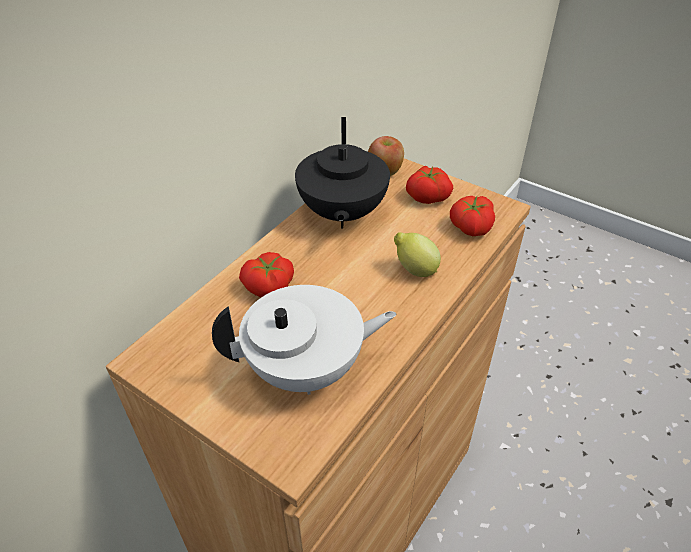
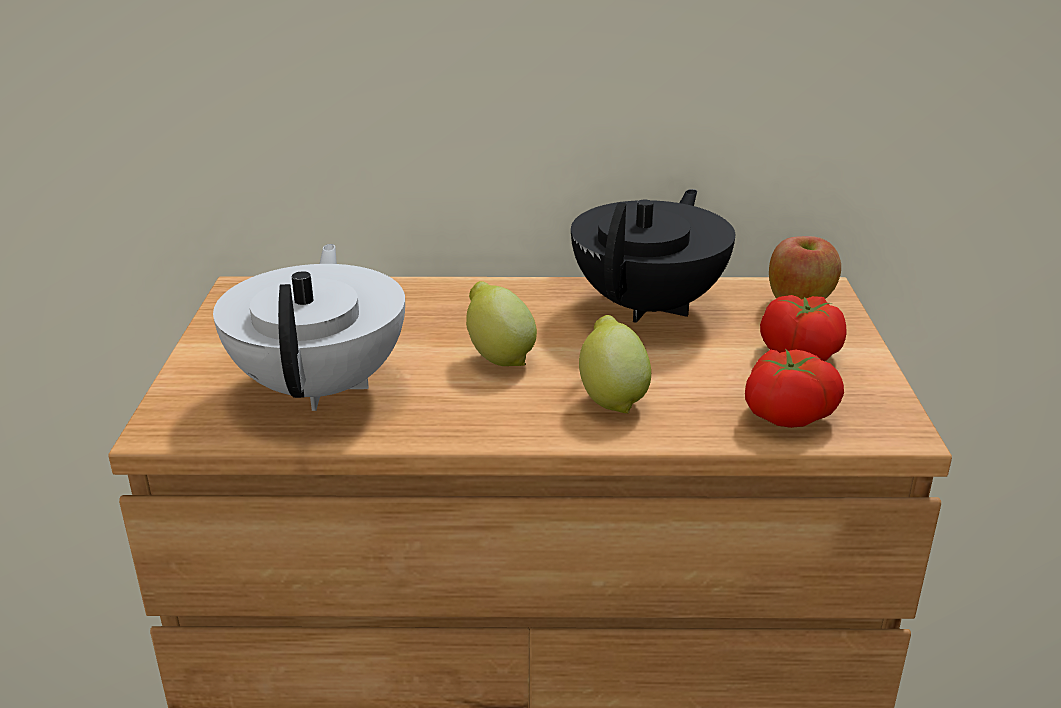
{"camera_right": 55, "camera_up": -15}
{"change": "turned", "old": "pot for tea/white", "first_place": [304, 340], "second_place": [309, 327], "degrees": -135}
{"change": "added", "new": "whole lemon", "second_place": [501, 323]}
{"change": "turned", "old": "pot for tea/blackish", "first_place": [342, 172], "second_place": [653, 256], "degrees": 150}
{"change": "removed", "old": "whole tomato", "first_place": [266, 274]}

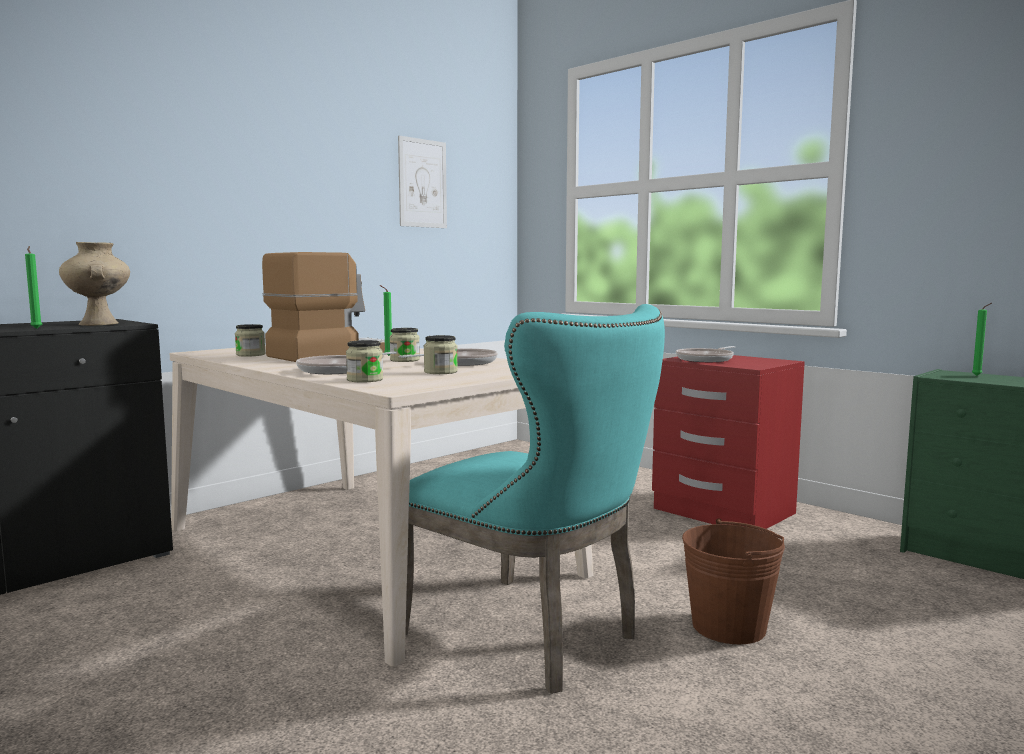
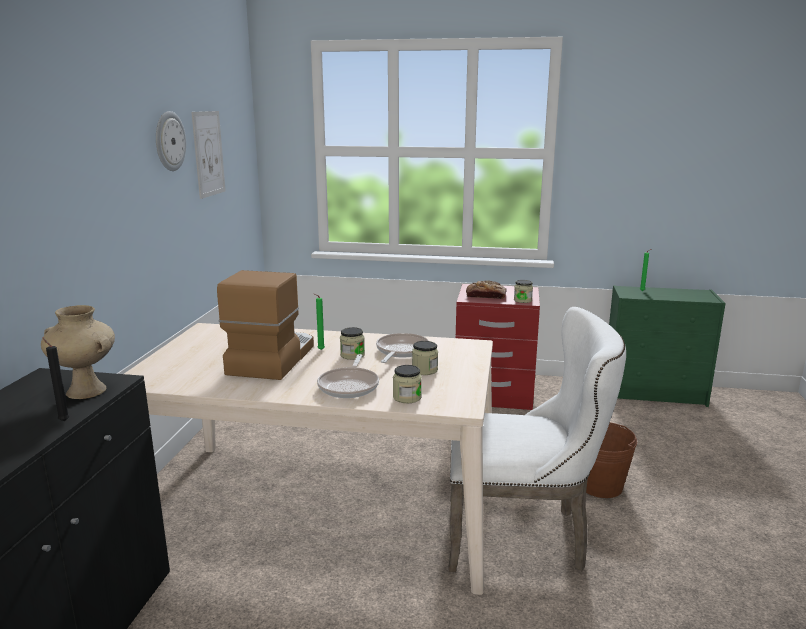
{"camera_right": -35, "camera_up": 10}
{"change": "recoloured", "old": "wax light/green", "new": "wax light/blackish", "first_place": [33, 287], "second_place": [56, 379]}
{"change": "added", "new": "wall clock", "second_place": [171, 141]}
{"change": "recoloured", "old": "chair/turquoise-coloured", "new": "chair/white", "first_place": [535, 499], "second_place": [537, 439]}
{"change": "replaced", "old": "pan", "new": "bakery bread", "first_place": [706, 354], "second_place": [486, 289]}
{"change": "moved", "old": "storage jar", "first_place": [250, 340], "second_place": [523, 291]}

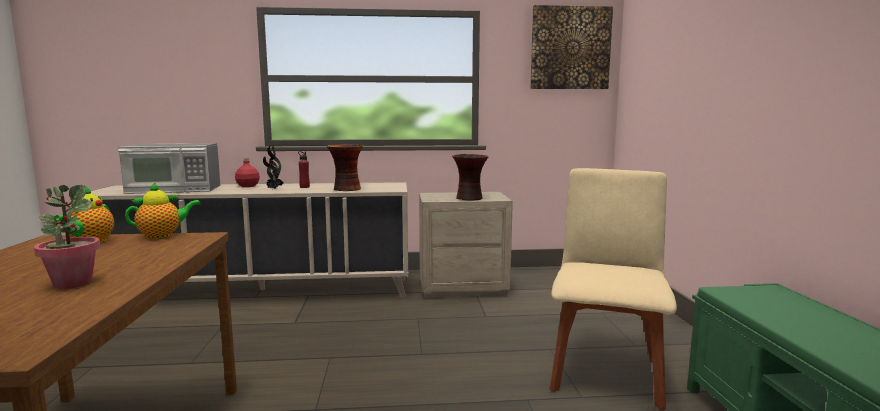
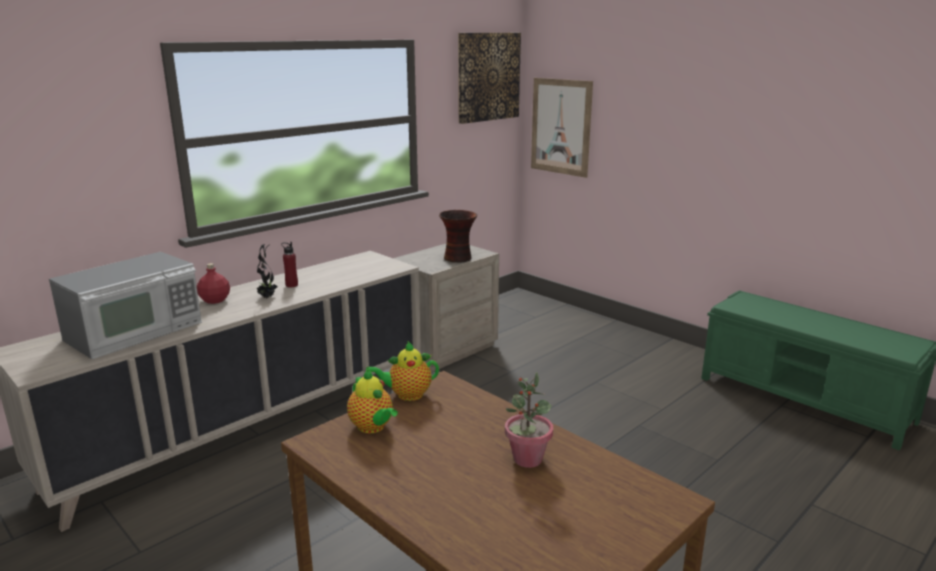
{"camera_right": -40, "camera_up": 10}
{"change": "turned", "old": "pot for tea", "first_place": [163, 210], "second_place": [402, 371], "degrees": -120}
{"change": "added", "new": "wall art", "second_place": [562, 128]}
{"change": "removed", "old": "decorative vase", "first_place": [345, 167]}
{"change": "removed", "old": "chair/beige-coloured", "first_place": [613, 289]}

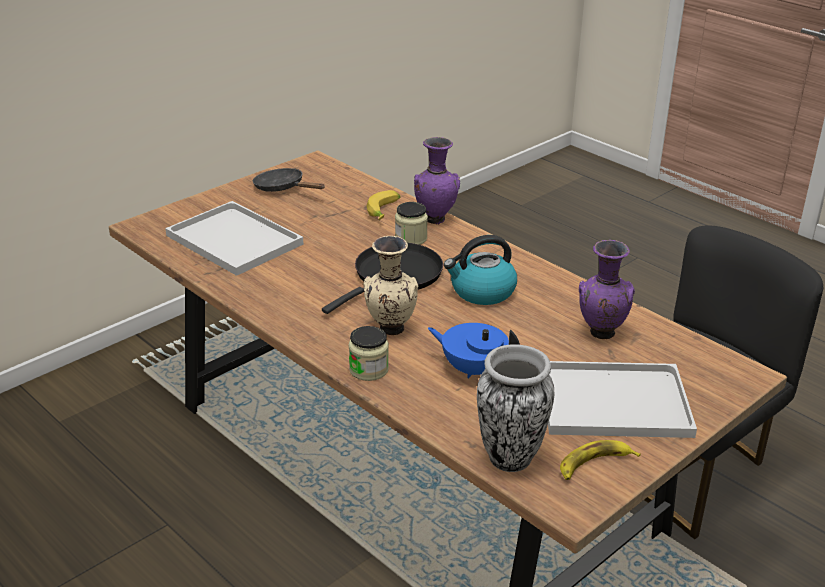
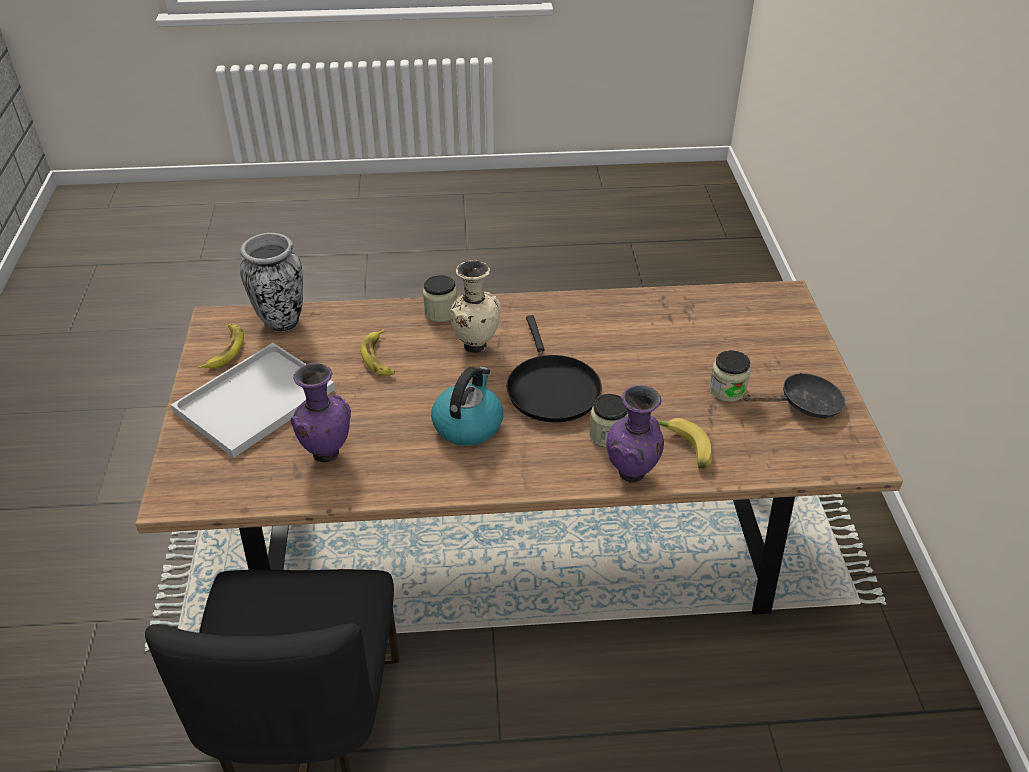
{"camera_right": 130, "camera_up": 10}
{"change": "replaced", "old": "pot for tea/bluish", "new": "banana fruit", "first_place": [474, 350], "second_place": [377, 352]}
{"change": "added", "new": "storage jar", "second_place": [730, 376]}
{"change": "removed", "old": "carrying tray/white", "first_place": [234, 238]}

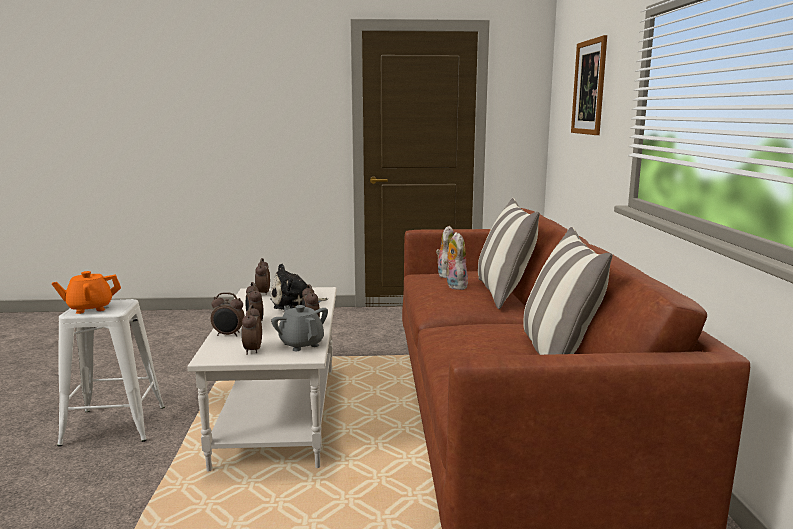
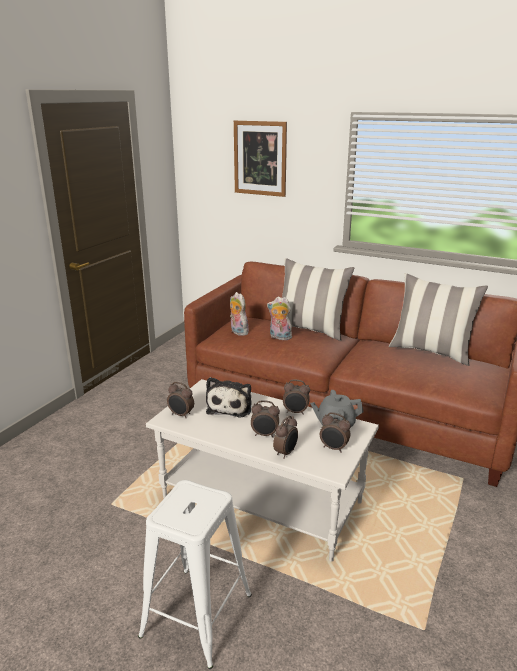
{"camera_right": -60, "camera_up": 10}
{"change": "removed", "old": "pot for tea/orange-coloured", "first_place": [86, 292]}

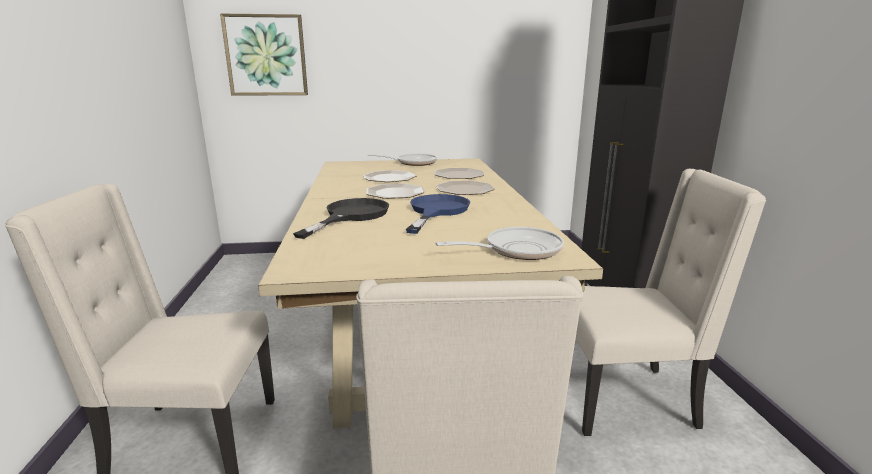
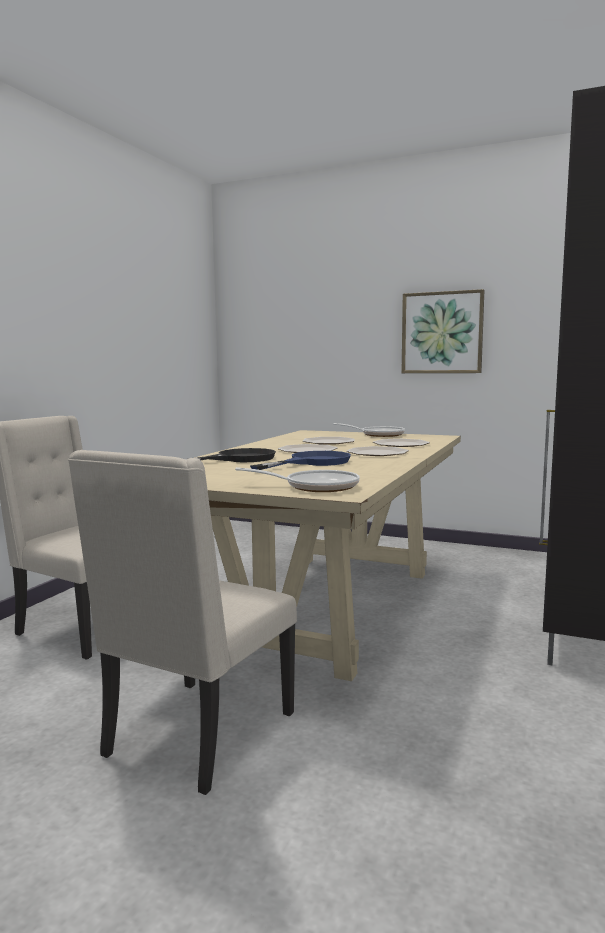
{"camera_right": 30, "camera_up": -10}
{"change": "moved", "old": "wall art", "first_place": [264, 54], "second_place": [443, 331]}
{"change": "removed", "old": "chair/beige-coloured", "first_place": [671, 302]}

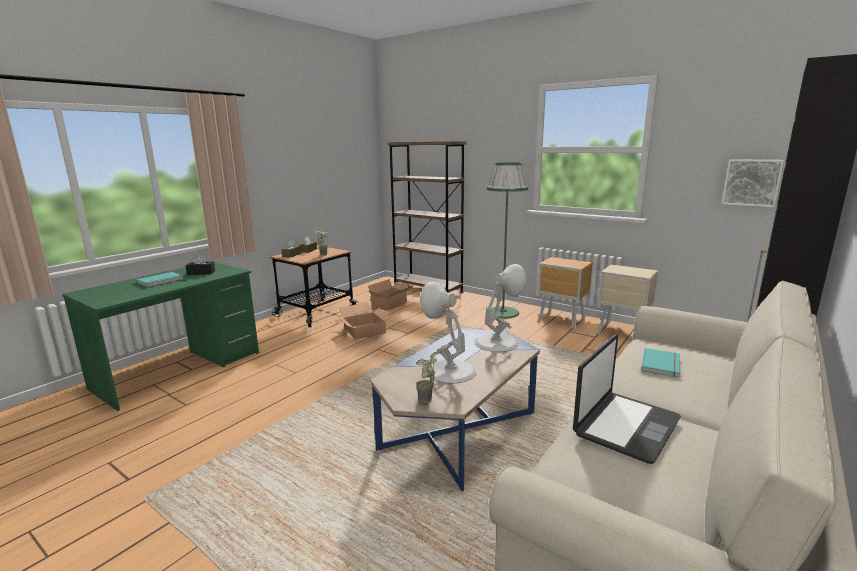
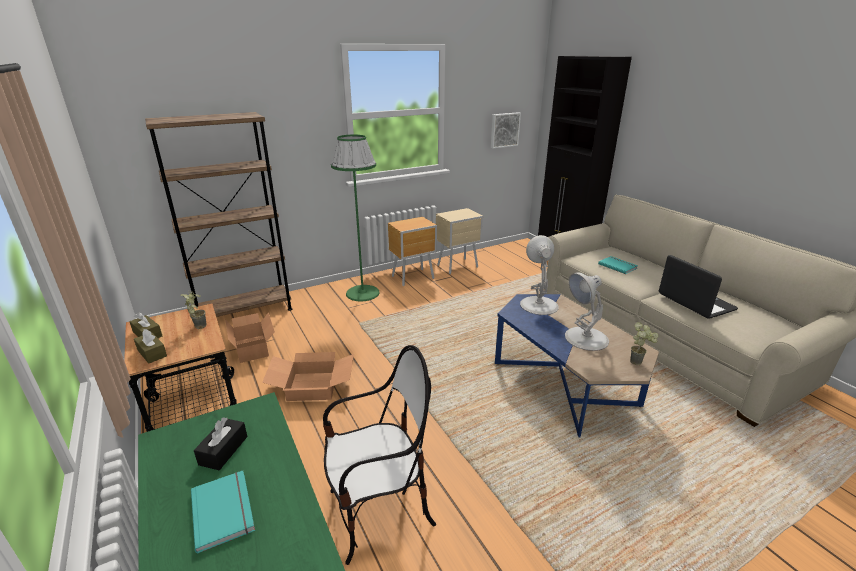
{"camera_right": -65, "camera_up": 10}
{"change": "added", "new": "chair", "second_place": [379, 455]}

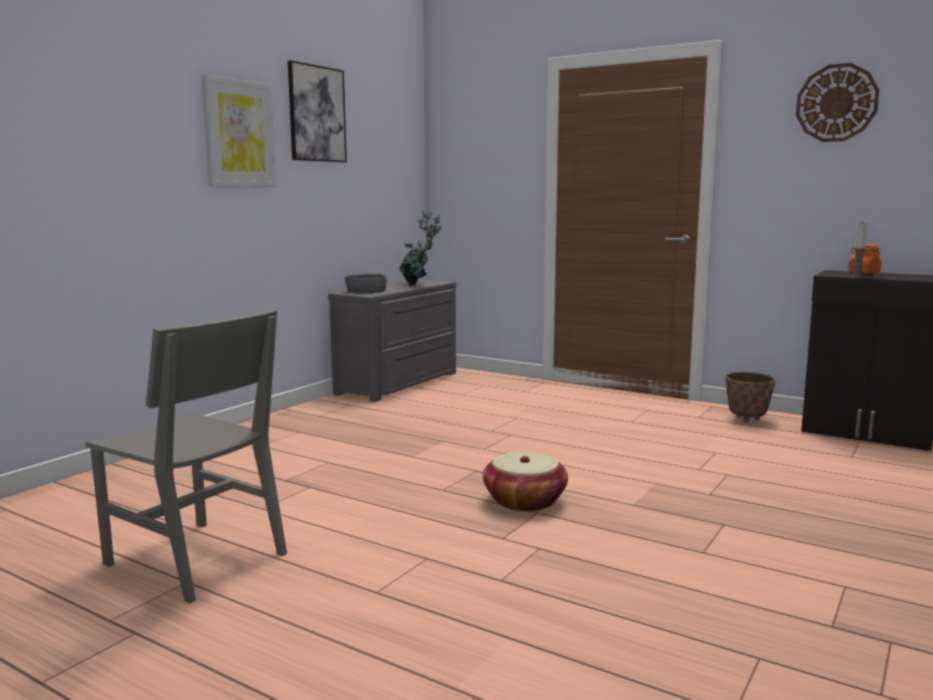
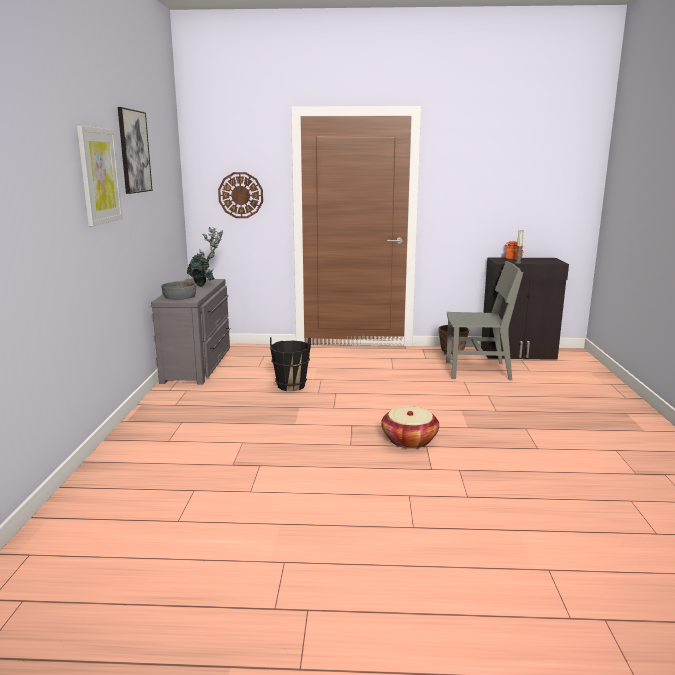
{"camera_right": -30, "camera_up": 5}
{"change": "moved", "old": "wall clock", "first_place": [837, 102], "second_place": [240, 195]}
{"change": "added", "new": "pail/blackish", "second_place": [290, 364]}
{"change": "moved", "old": "chair/grey", "first_place": [186, 456], "second_place": [484, 320]}

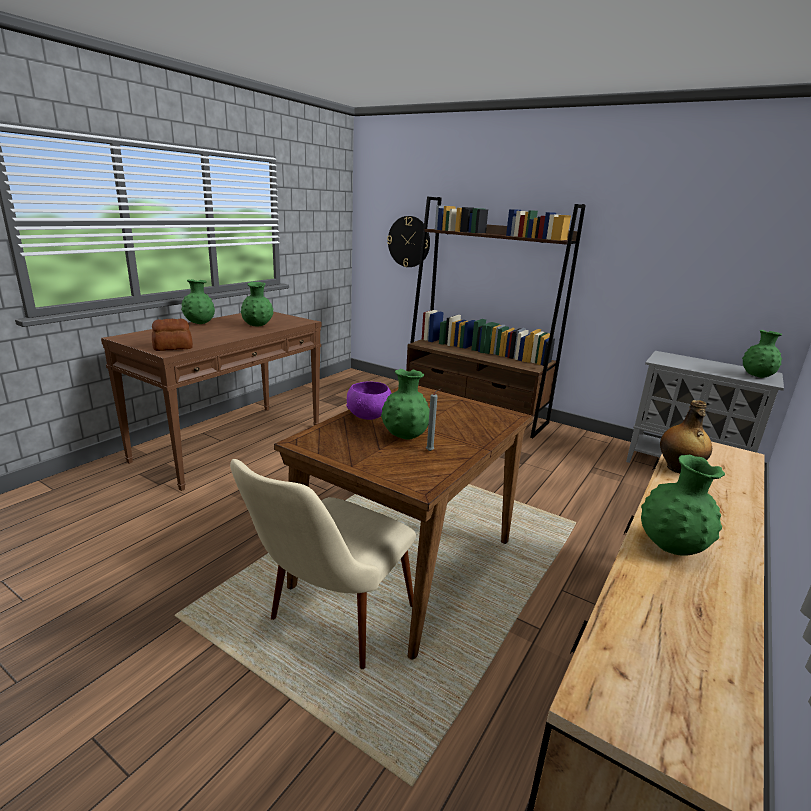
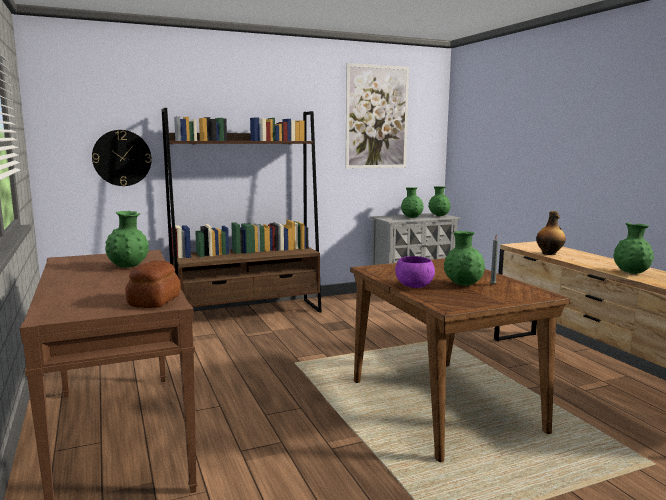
{"camera_right": -55, "camera_up": -10}
{"change": "added", "new": "wall art", "second_place": [377, 116]}
{"change": "moved", "old": "decorative vase/green", "first_place": [198, 301], "second_place": [412, 202]}
{"change": "removed", "old": "chair/beige-coloured", "first_place": [323, 564]}

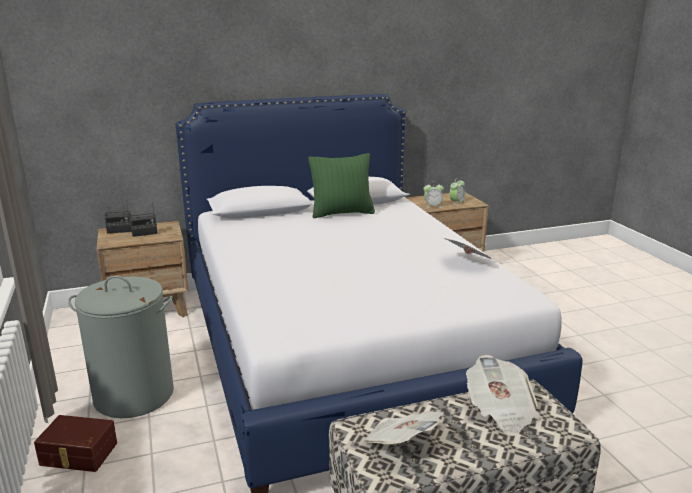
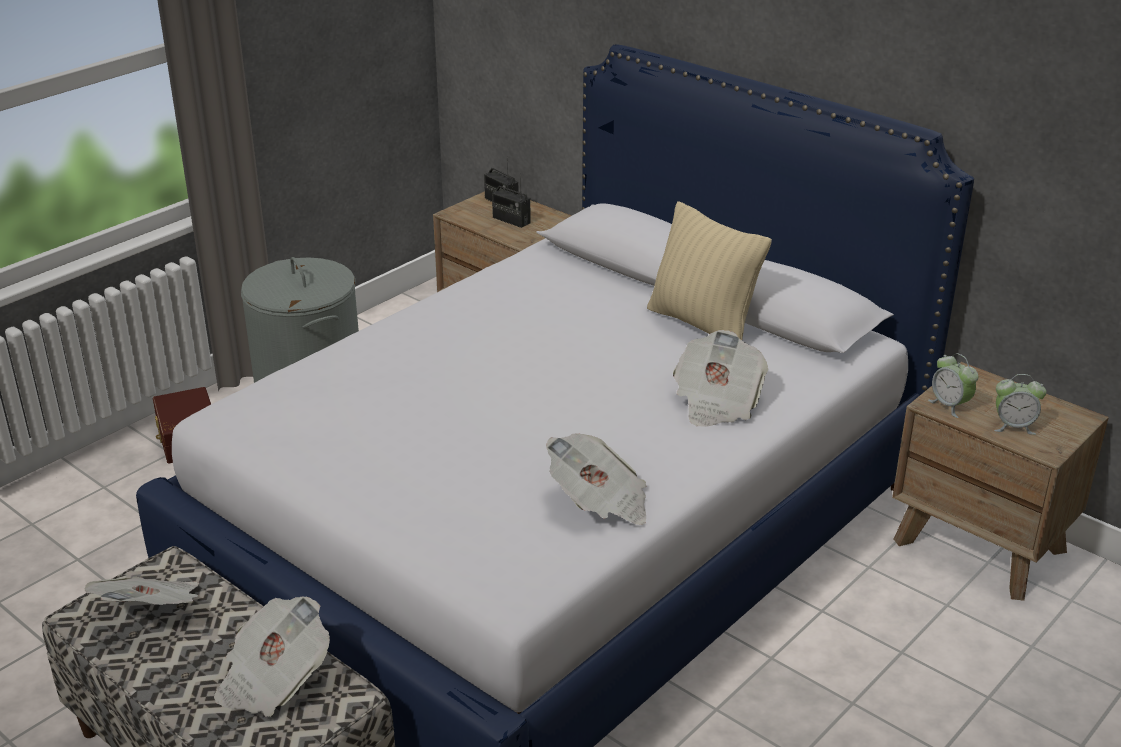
{"camera_right": 60, "camera_up": 10}
{"change": "recoloured", "old": "cushion/green", "new": "cushion/beige-coloured", "first_place": [341, 185], "second_place": [709, 270]}
{"change": "added", "new": "printed paper", "second_place": [720, 378]}

